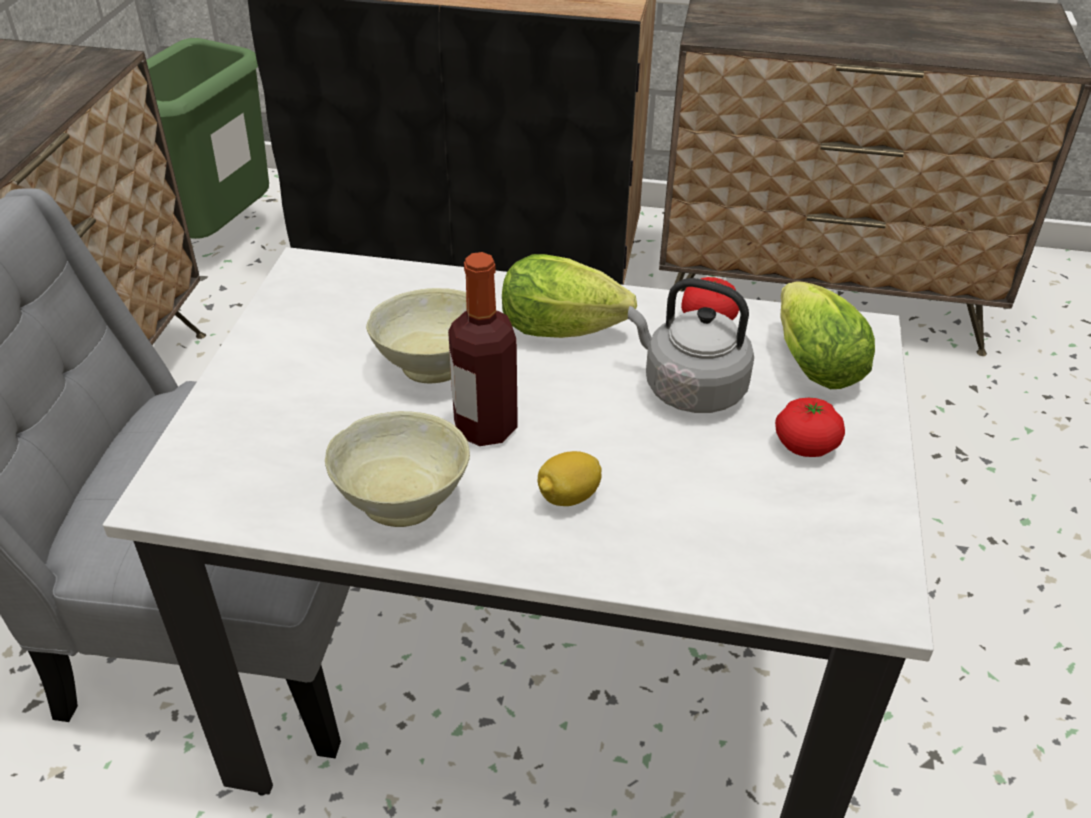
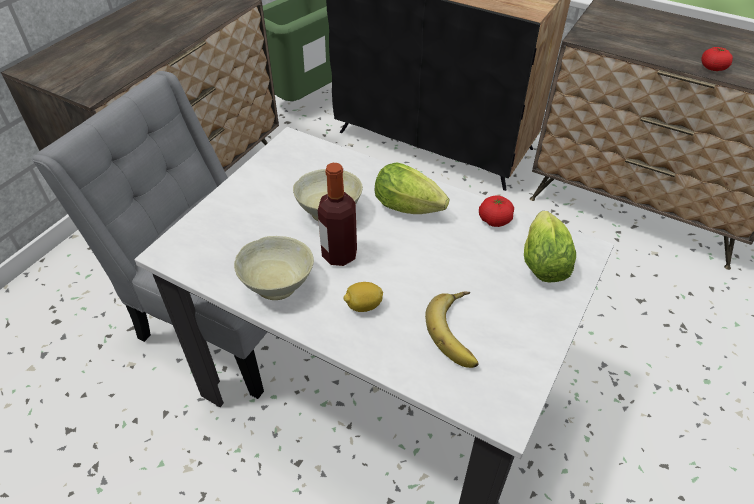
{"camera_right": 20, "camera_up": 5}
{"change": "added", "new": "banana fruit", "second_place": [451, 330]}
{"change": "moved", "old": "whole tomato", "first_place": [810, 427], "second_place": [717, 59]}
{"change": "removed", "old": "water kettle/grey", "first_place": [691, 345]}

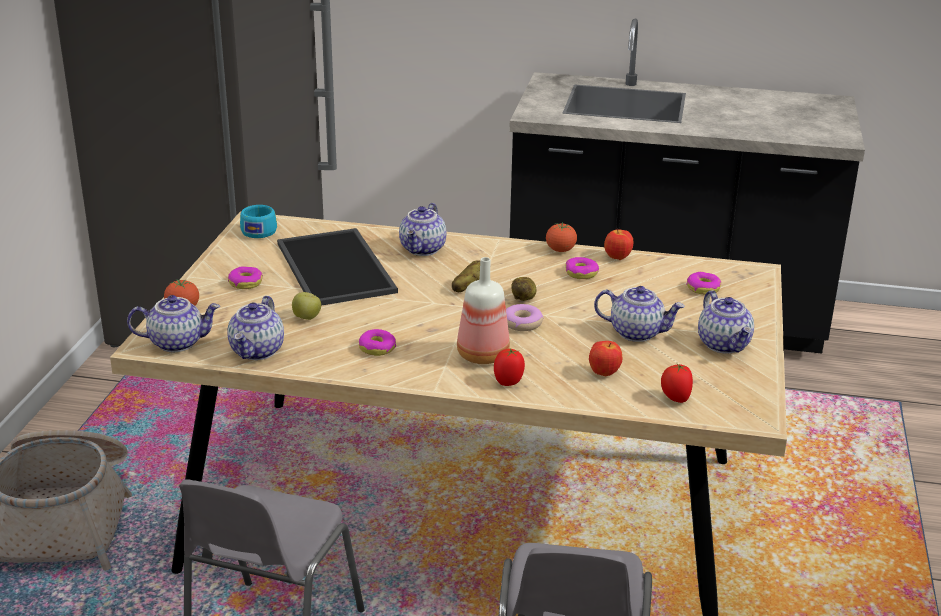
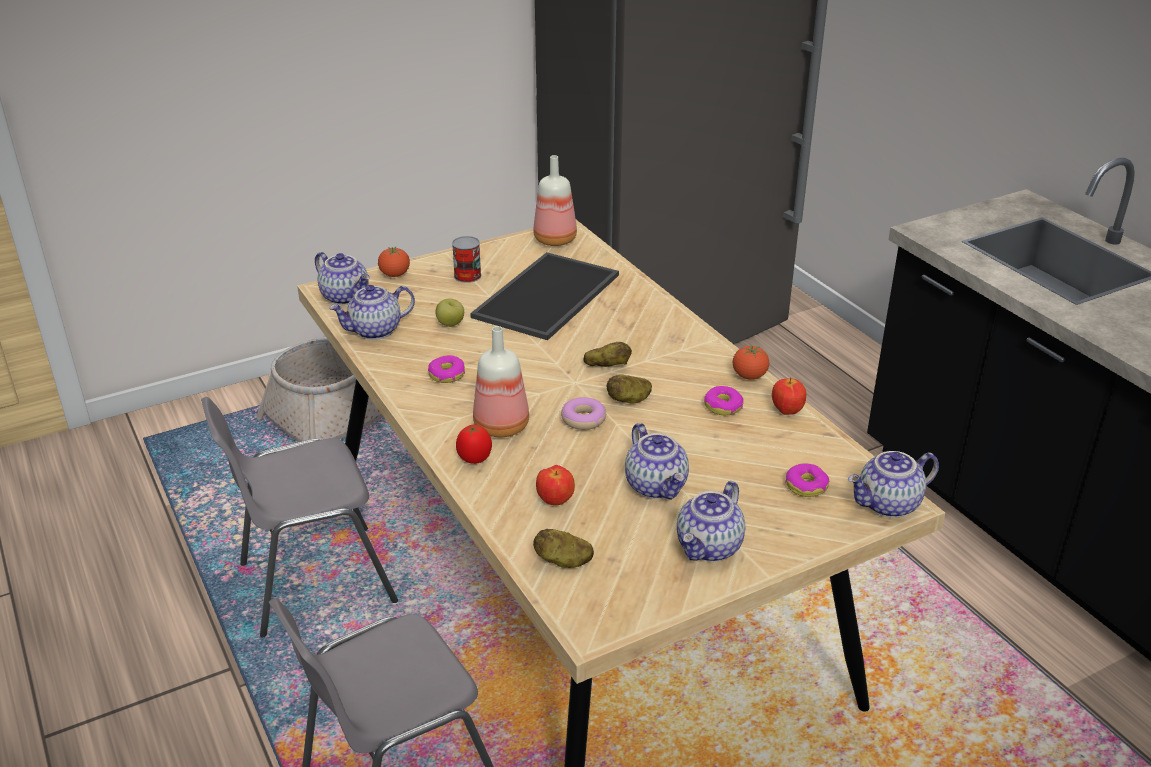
{"camera_right": 50, "camera_up": 5}
{"change": "replaced", "old": "donut", "new": "can", "first_place": [245, 277], "second_place": [466, 259]}
{"change": "replaced", "old": "small cup/turquoise-coloured", "new": "bottle", "first_place": [258, 221], "second_place": [555, 200]}
{"change": "replaced", "old": "whole tomato", "new": "whole potato", "first_place": [677, 383], "second_place": [563, 548]}
{"change": "moved", "old": "pot for tea", "first_place": [422, 229], "second_place": [893, 484]}

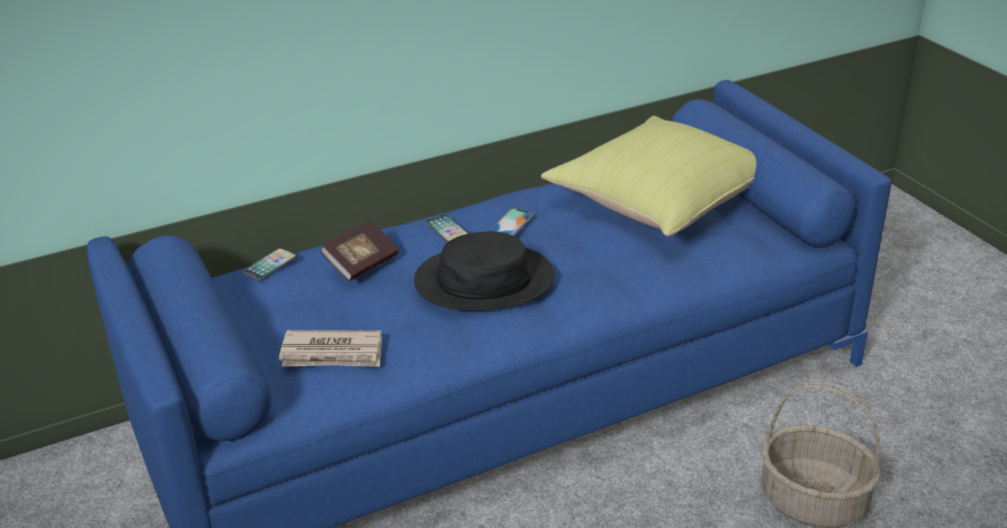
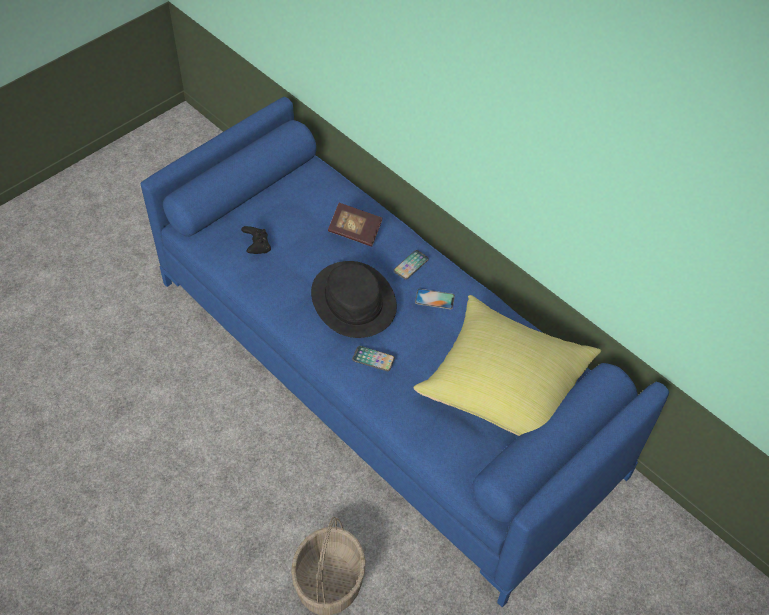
{"camera_right": 70, "camera_up": 20}
{"change": "replaced", "old": "printed paper", "new": "gamepad/blackish", "first_place": [330, 348], "second_place": [256, 240]}
{"change": "moved", "old": "phone", "first_place": [270, 264], "second_place": [373, 358]}

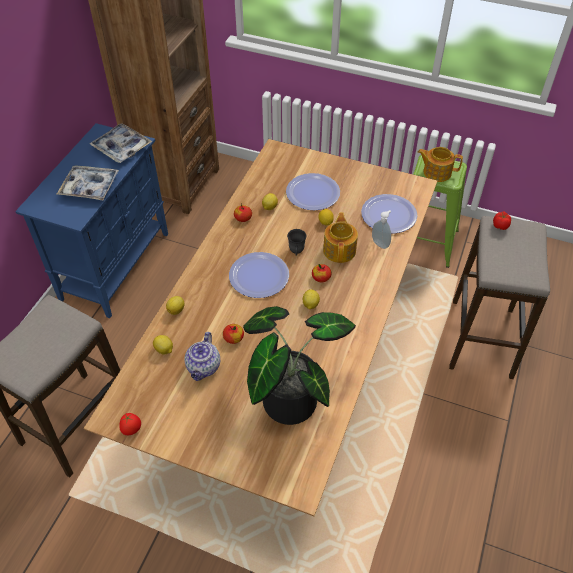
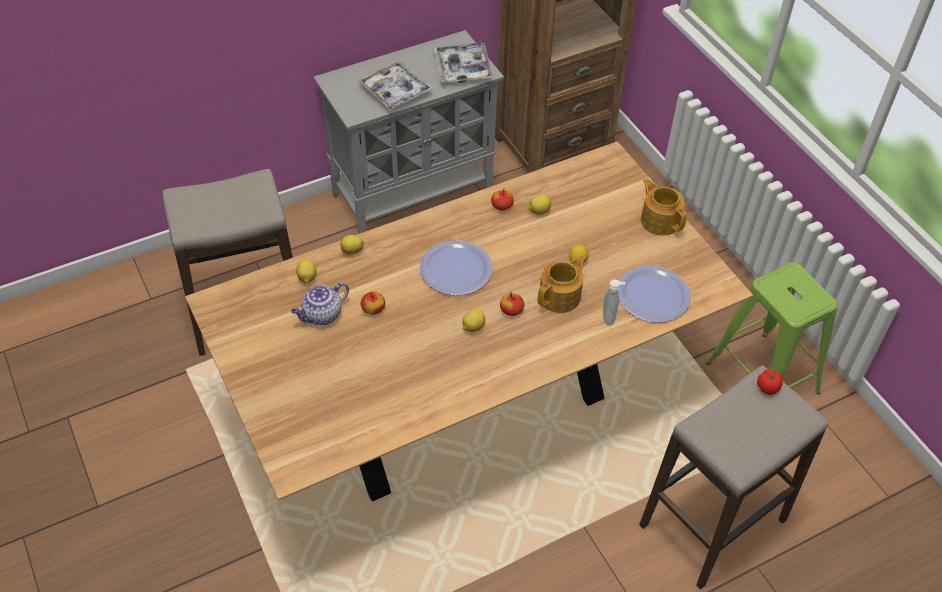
{"camera_right": 40, "camera_up": 0}
{"change": "recoloured", "old": "storage cabinet/bluish", "new": "storage cabinet/grey", "first_place": [91, 220], "second_place": [409, 132]}
{"change": "moved", "old": "pot for tea", "first_place": [440, 164], "second_place": [664, 207]}
{"change": "removed", "old": "whole tomato", "first_place": [130, 424]}
{"change": "removed", "old": "potted plant", "first_place": [299, 365]}
{"change": "removed", "old": "plate", "first_place": [313, 191]}
{"change": "removed", "old": "coffee mug/grey", "first_place": [296, 242]}

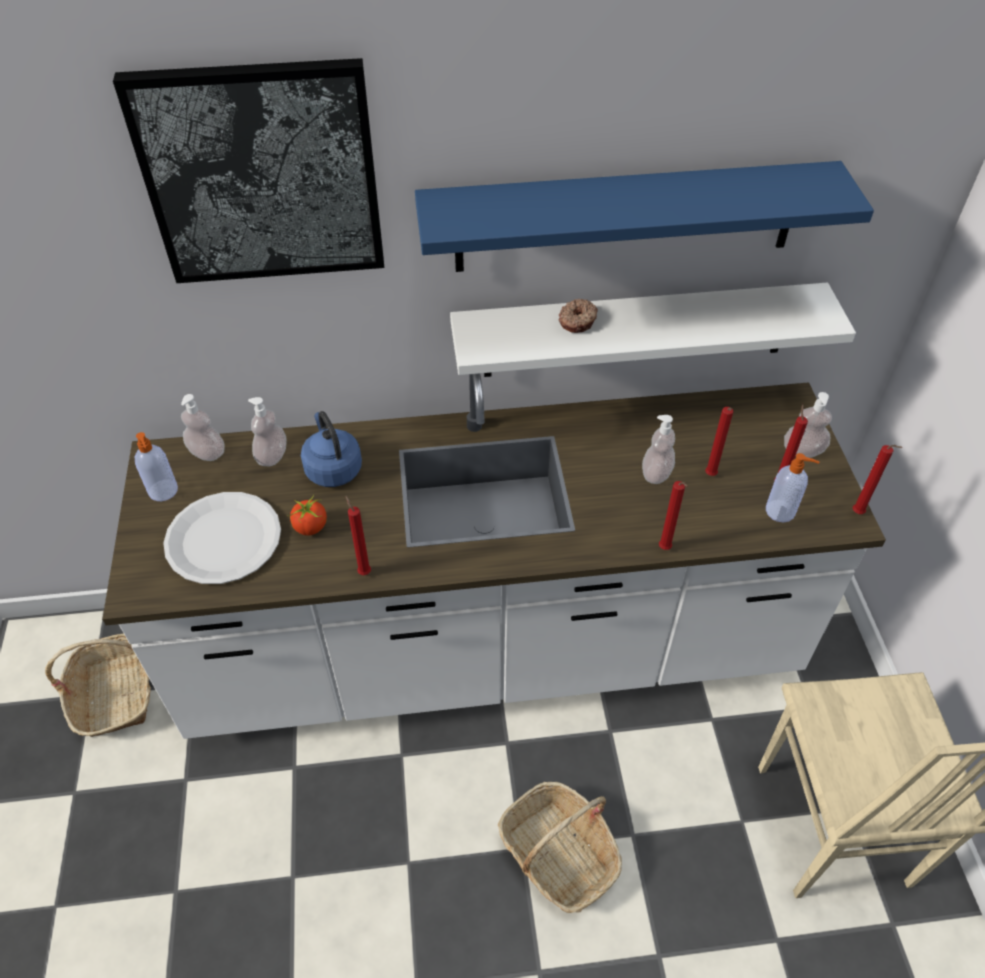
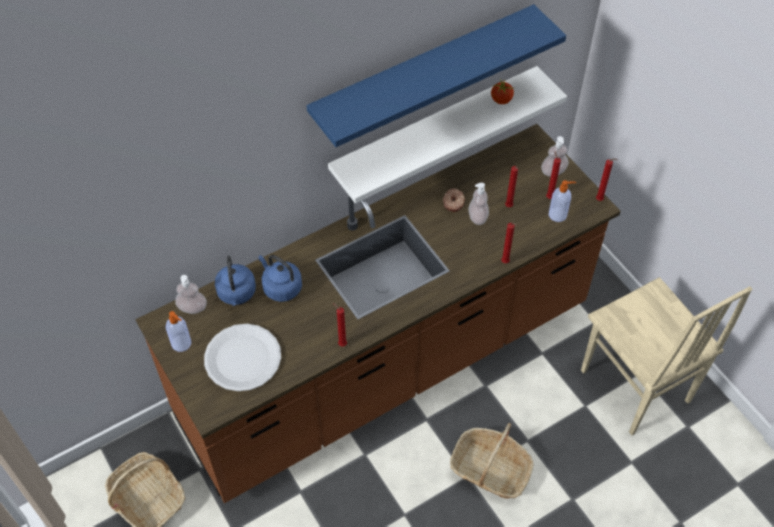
{"camera_right": -25, "camera_up": 5}
{"change": "recoloured", "old": "kitchen base unit/white", "new": "kitchen base unit/brownish", "first_place": [494, 556], "second_place": [378, 313]}
{"change": "replaced", "old": "liquid soap bottle", "new": "water kettle/bluish", "first_place": [267, 431], "second_place": [235, 281]}
{"change": "moved", "old": "donut", "first_place": [578, 316], "second_place": [454, 200]}
{"change": "moved", "old": "whole tomato", "first_place": [307, 515], "second_place": [503, 92]}
{"change": "removed", "old": "wall art", "first_place": [248, 170]}

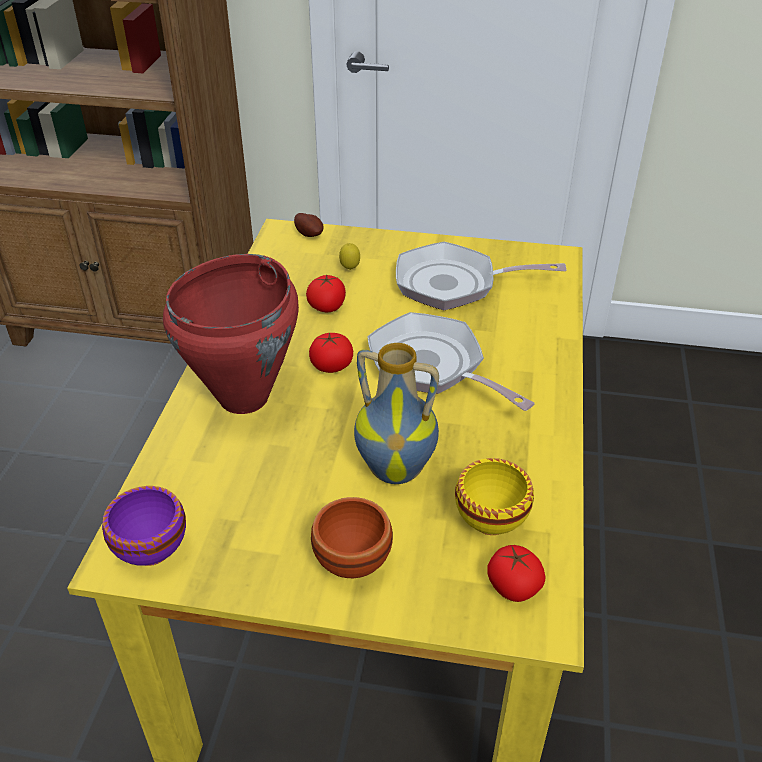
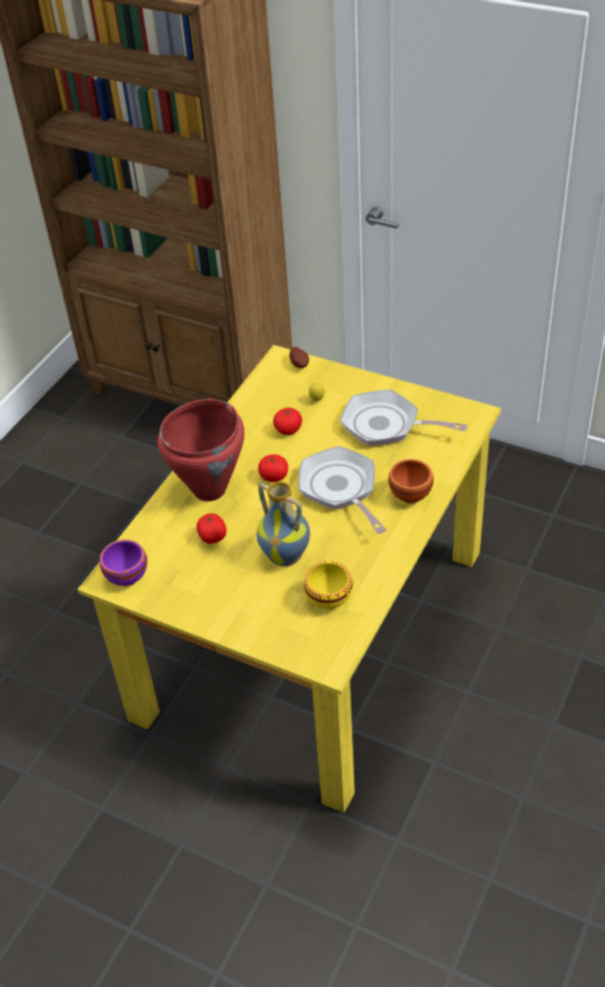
{"camera_right": 20, "camera_up": 5}
{"change": "moved", "old": "whole tomato", "first_place": [516, 573], "second_place": [212, 529]}
{"change": "moved", "old": "bowl/brownish", "first_place": [352, 537], "second_place": [411, 481]}

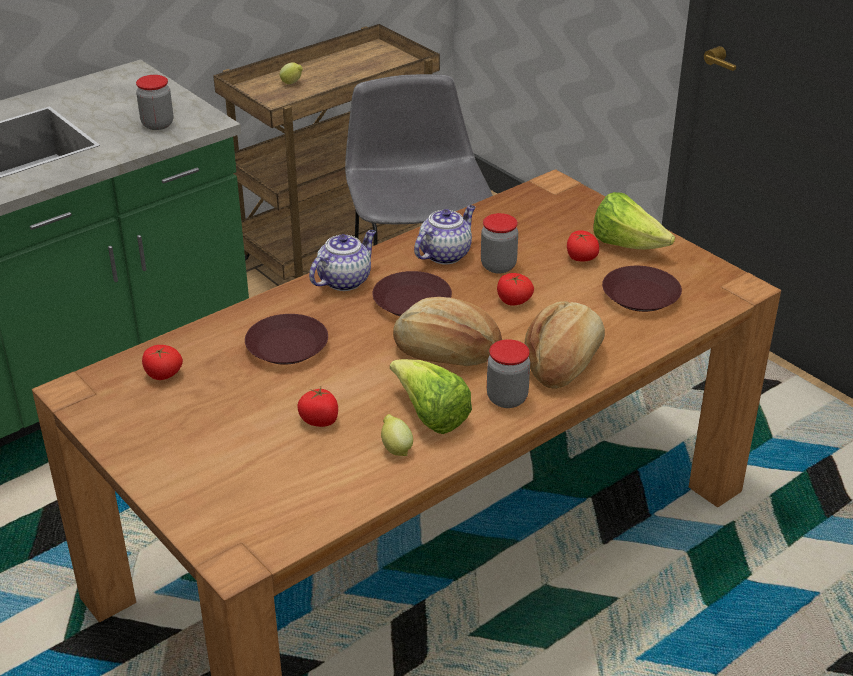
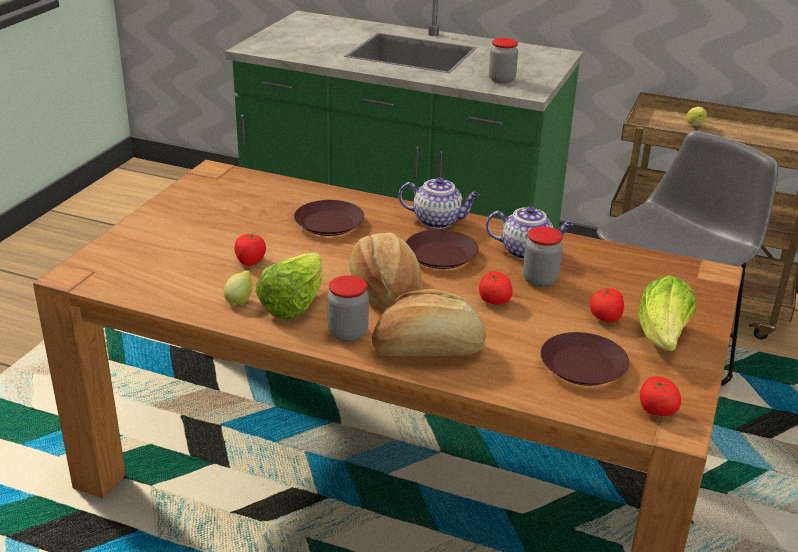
{"camera_right": 60, "camera_up": -5}
{"change": "moved", "old": "whole tomato", "first_place": [162, 362], "second_place": [660, 396]}

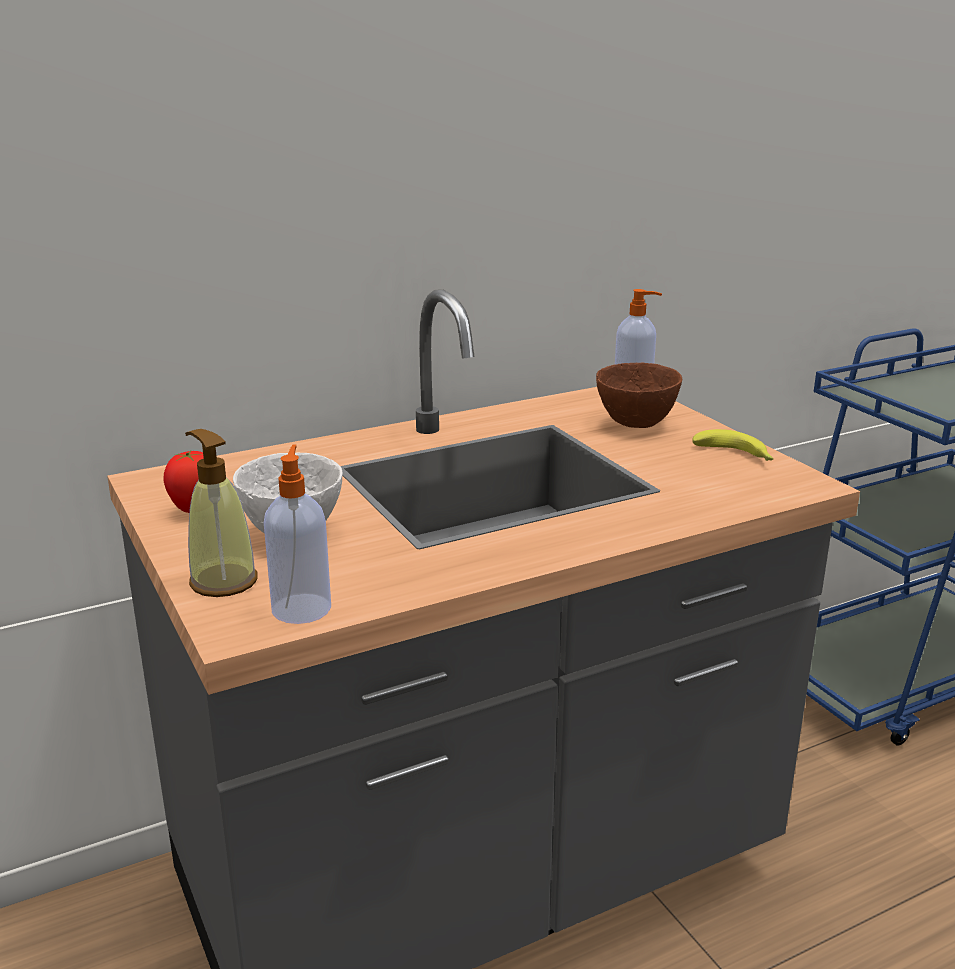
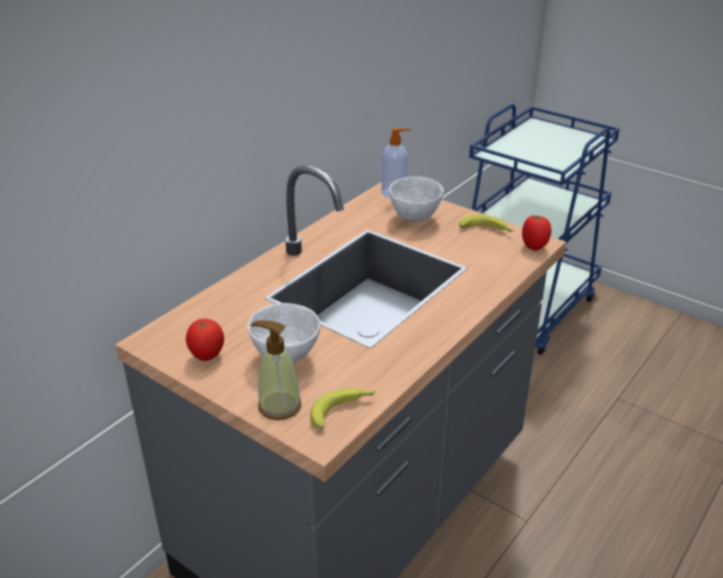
{"camera_right": -25, "camera_up": 10}
{"change": "replaced", "old": "liquid soap bottle", "new": "banana fruit", "first_place": [297, 534], "second_place": [342, 408]}
{"change": "recoloured", "old": "bowl/brownish", "new": "bowl/white", "first_place": [639, 395], "second_place": [416, 199]}
{"change": "added", "new": "whole tomato", "second_place": [537, 232]}

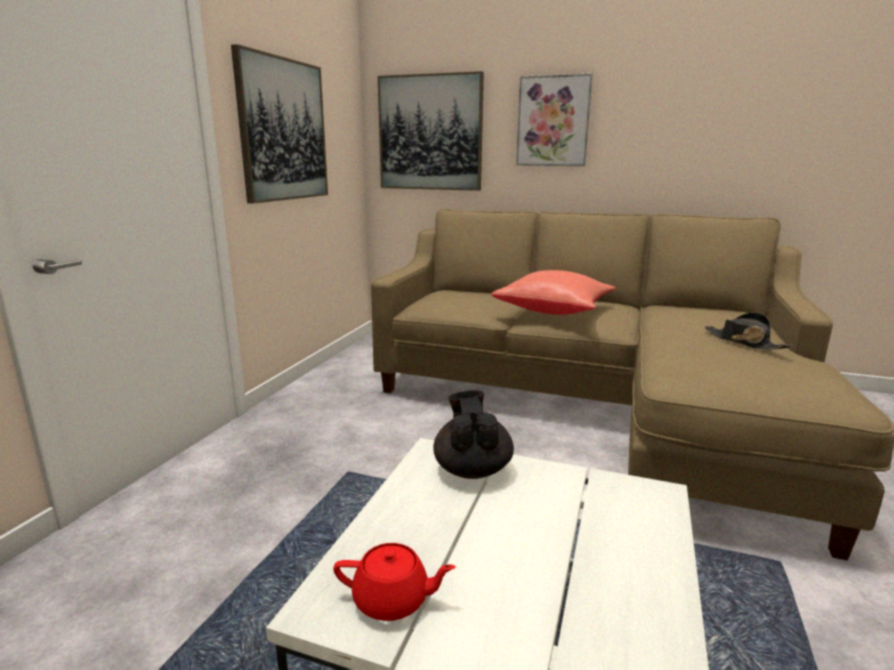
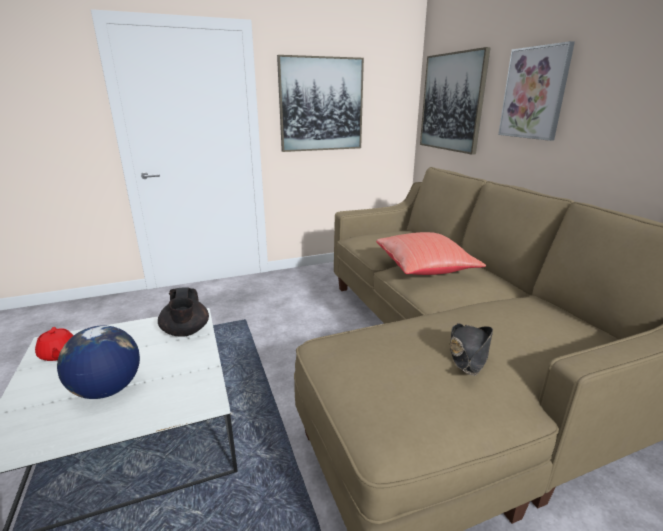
{"camera_right": 50, "camera_up": 5}
{"change": "added", "new": "globe", "second_place": [98, 362]}
{"change": "turned", "old": "pot for tea/blackish", "first_place": [473, 434], "second_place": [183, 312], "degrees": 120}

